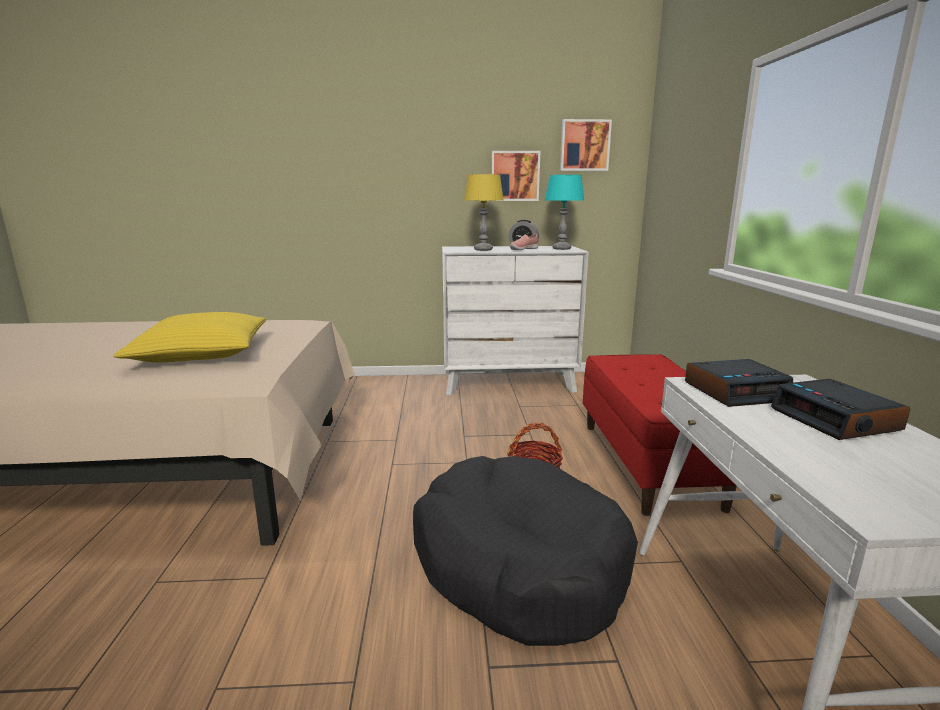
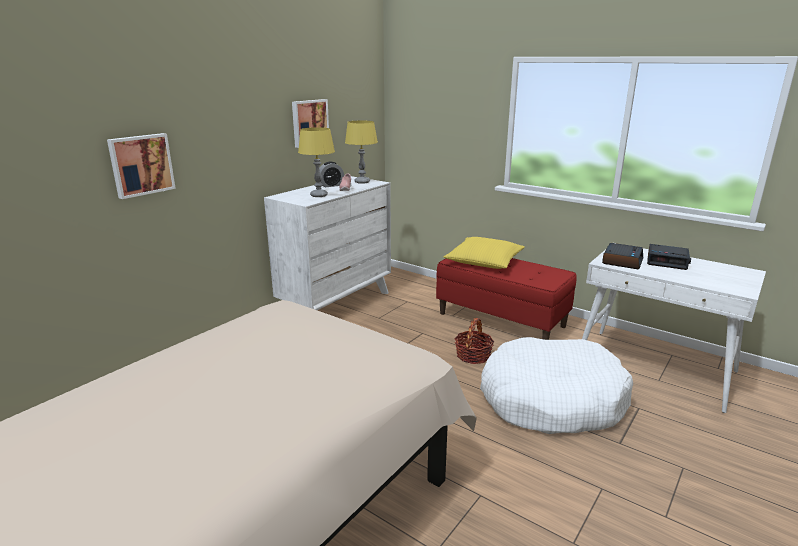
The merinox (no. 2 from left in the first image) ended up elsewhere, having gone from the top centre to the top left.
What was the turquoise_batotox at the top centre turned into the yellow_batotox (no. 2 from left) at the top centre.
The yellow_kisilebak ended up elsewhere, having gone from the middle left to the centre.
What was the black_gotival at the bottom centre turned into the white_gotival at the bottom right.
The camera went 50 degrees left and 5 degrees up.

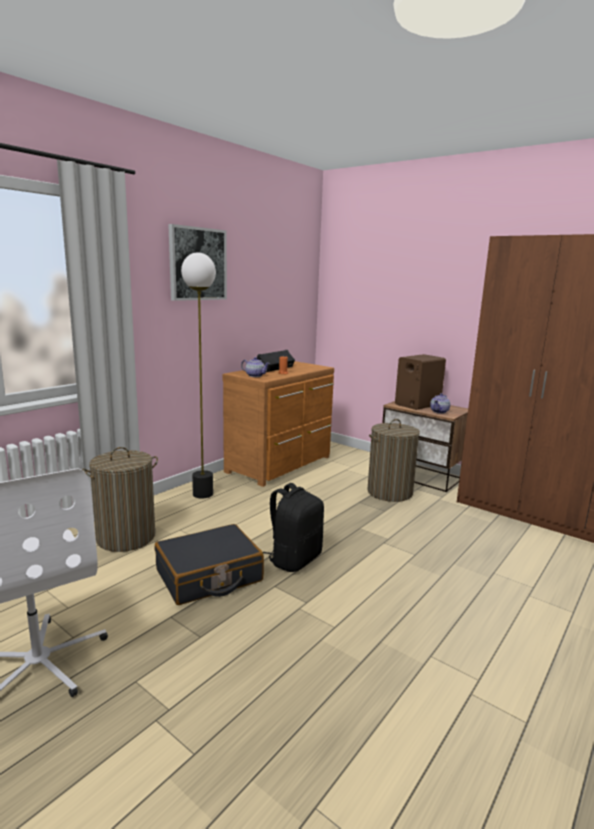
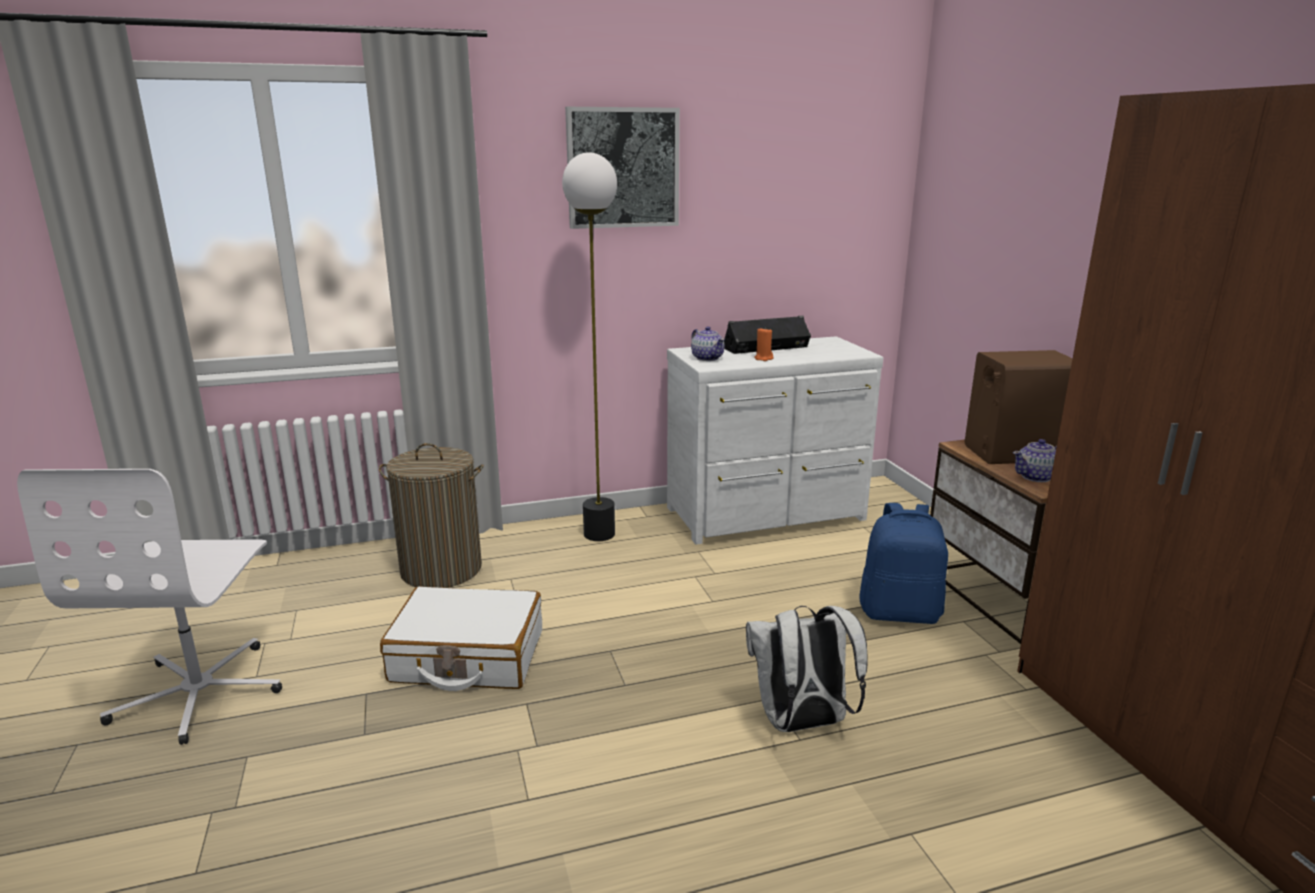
What was the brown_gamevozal at the centre turned into the white_gamevozal at the centre.
Where the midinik (no. 2 from left) stood at the centre, the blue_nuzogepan came to stand at the middle right.
The second view lost the black_nuzogepan at the centre.
What was the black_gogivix at the bottom centre turned into the white_gogivix at the bottom centre.
The second view gained the white_nuzogepan at the bottom centre.
The camera went 35 degrees right and 5 degrees up.

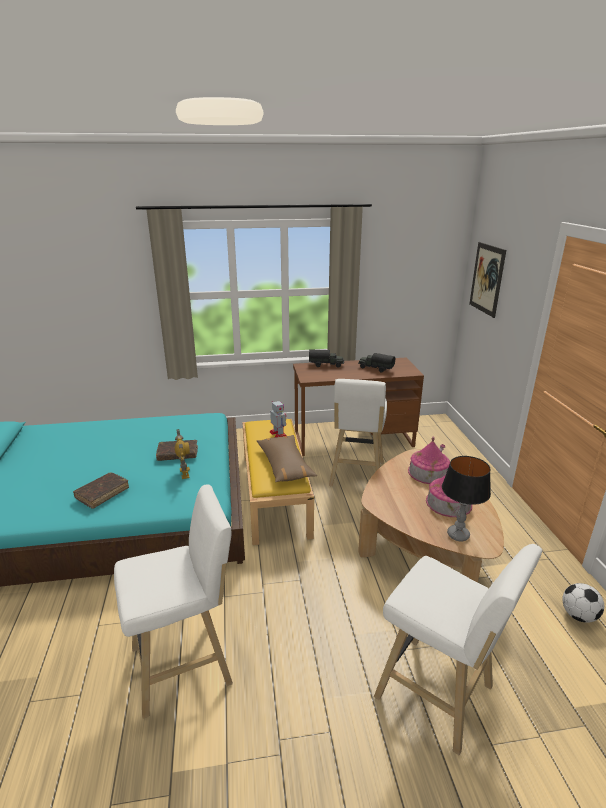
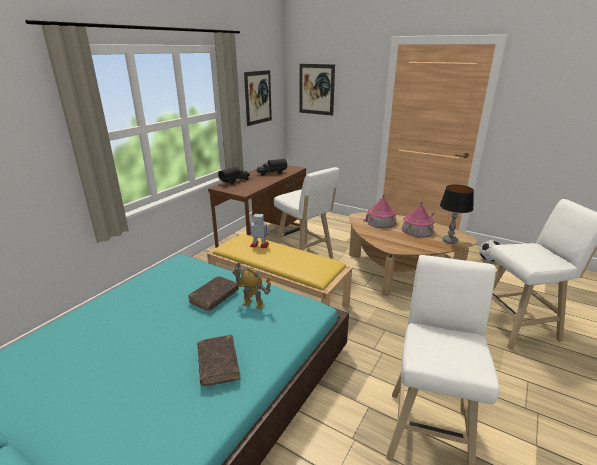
The second view lost the brown_kisilebak at the centre.
The second view gained the merinox (no. 1 from left) at the top centre.
The camera went 50 degrees left and 0 degrees up.

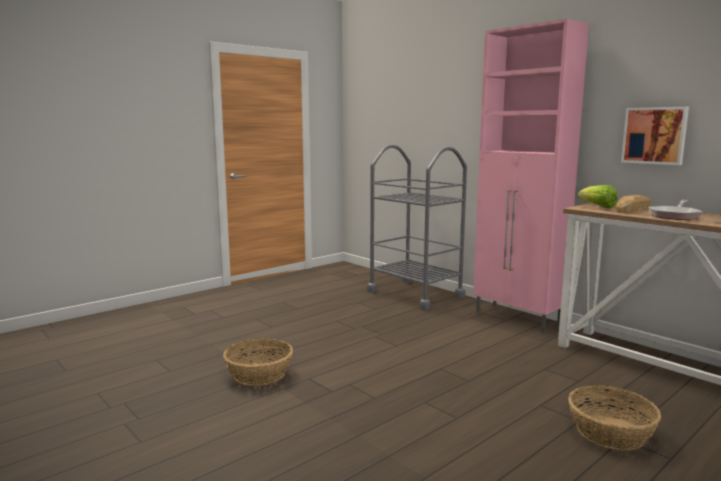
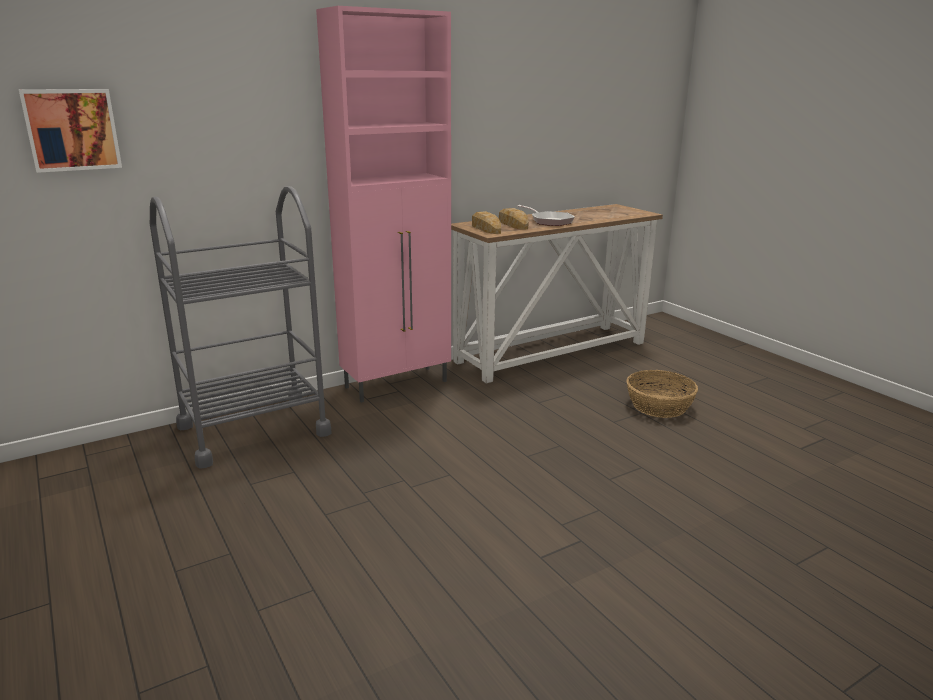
The merinox ended up elsewhere, having gone from the top right to the top left.
Where the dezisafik stood at the middle right, the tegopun (no. 1 from left) came to stand at the top centre.
The second view lost the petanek (no. 1 from left) at the bottom centre.
The camera went 80 degrees left and 10 degrees up.

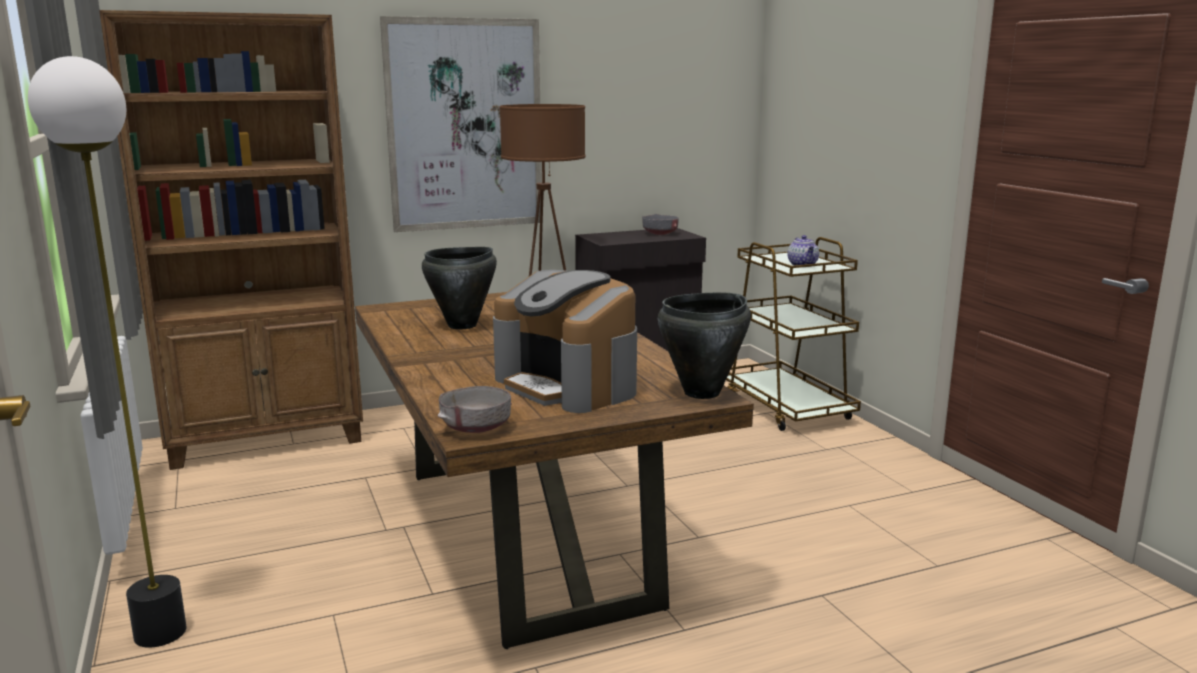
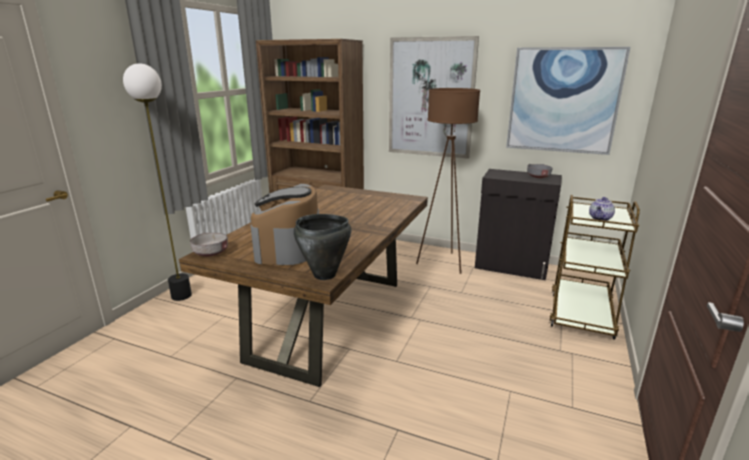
The second view lost the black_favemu (no. 1 from left) at the centre.
The second view gained the merinox (no. 2 from left) at the top right.
The camera went 45 degrees right and 5 degrees up.

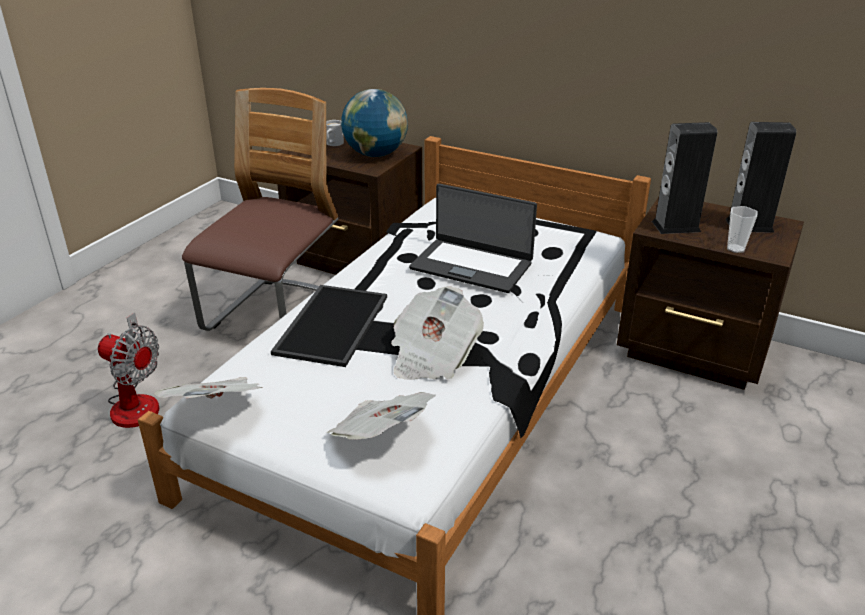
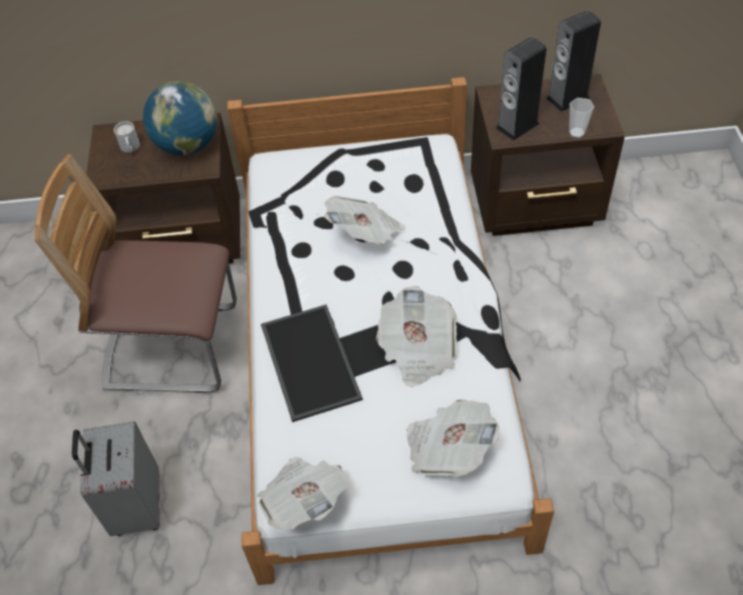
The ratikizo at the middle left ended up facing another way, 75 degrees counterclockwise from before.
Where the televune stood at the centre, the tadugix (no. 2 from left) came to stand at the centre.
Where the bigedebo stood at the middle left, the grey_gogivix came to stand at the bottom left.
The camera went 30 degrees left and 20 degrees up.

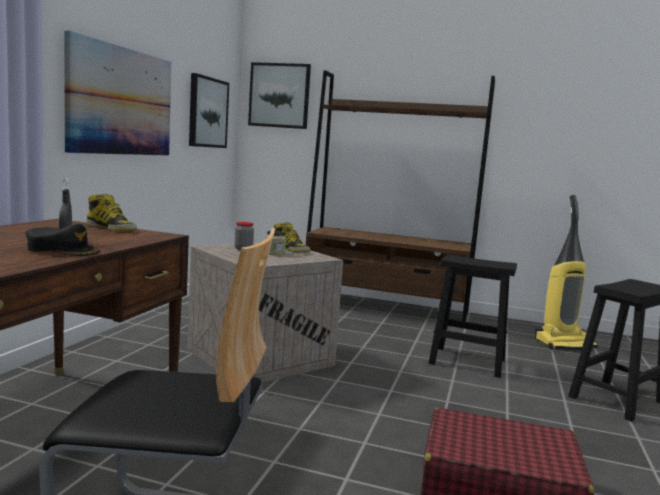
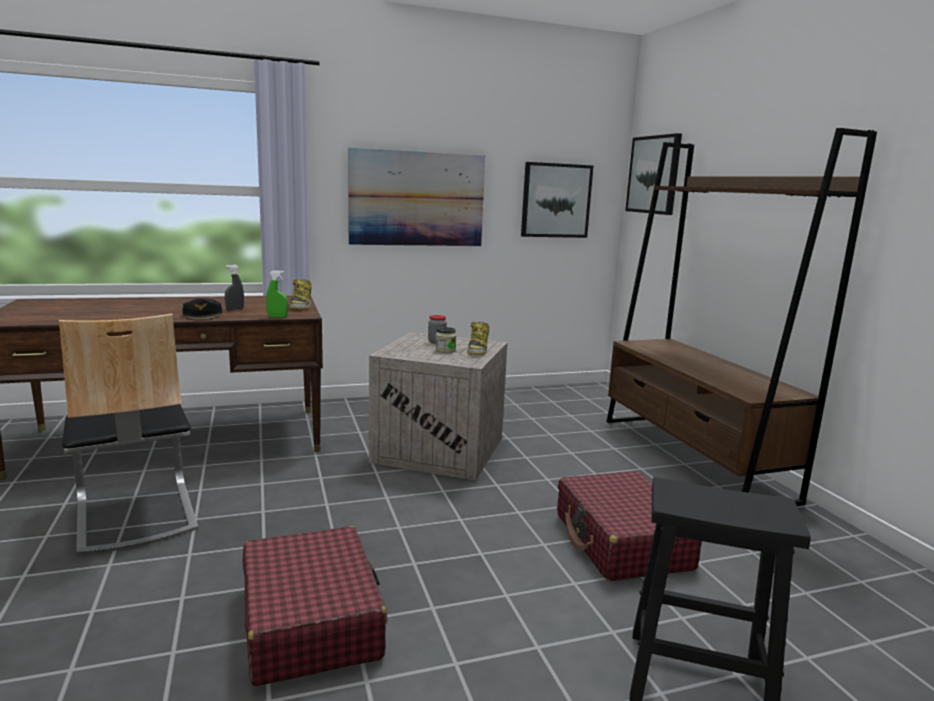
The second view lost the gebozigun at the middle right.
Where the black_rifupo (no. 1 from left) stood at the middle right, the red_gogivix (no. 2 from left) came to stand at the bottom right.
The second view gained the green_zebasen at the middle left.
The camera went 55 degrees right and 5 degrees up.

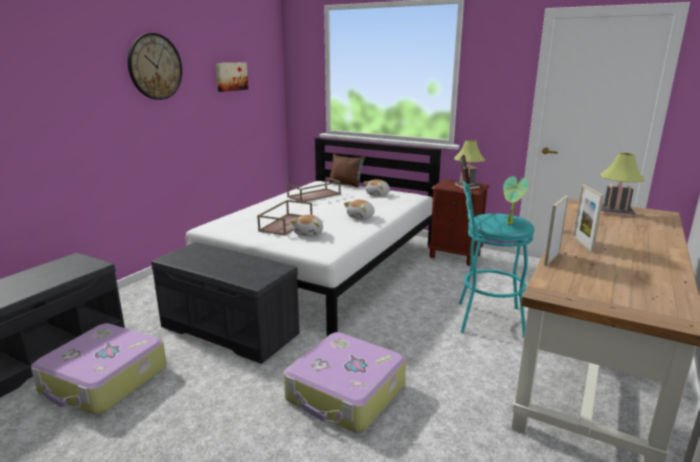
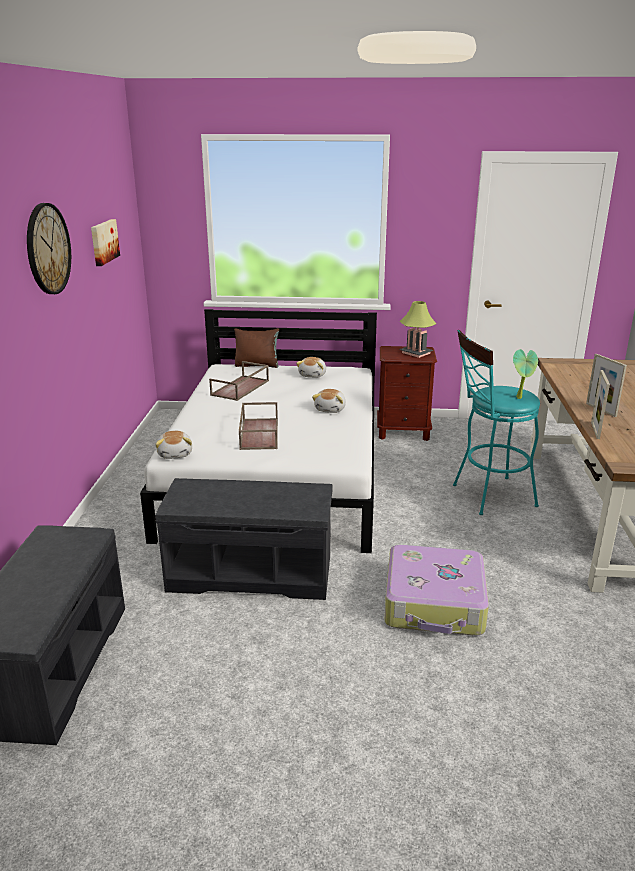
The second view lost the batotox (no. 2 from left) at the middle right.
The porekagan (no. 1 from left) ended up elsewhere, having gone from the centre to the middle left.
The second view lost the gogivix (no. 1 from left) at the bottom left.
The camera went 25 degrees left and 5 degrees up.

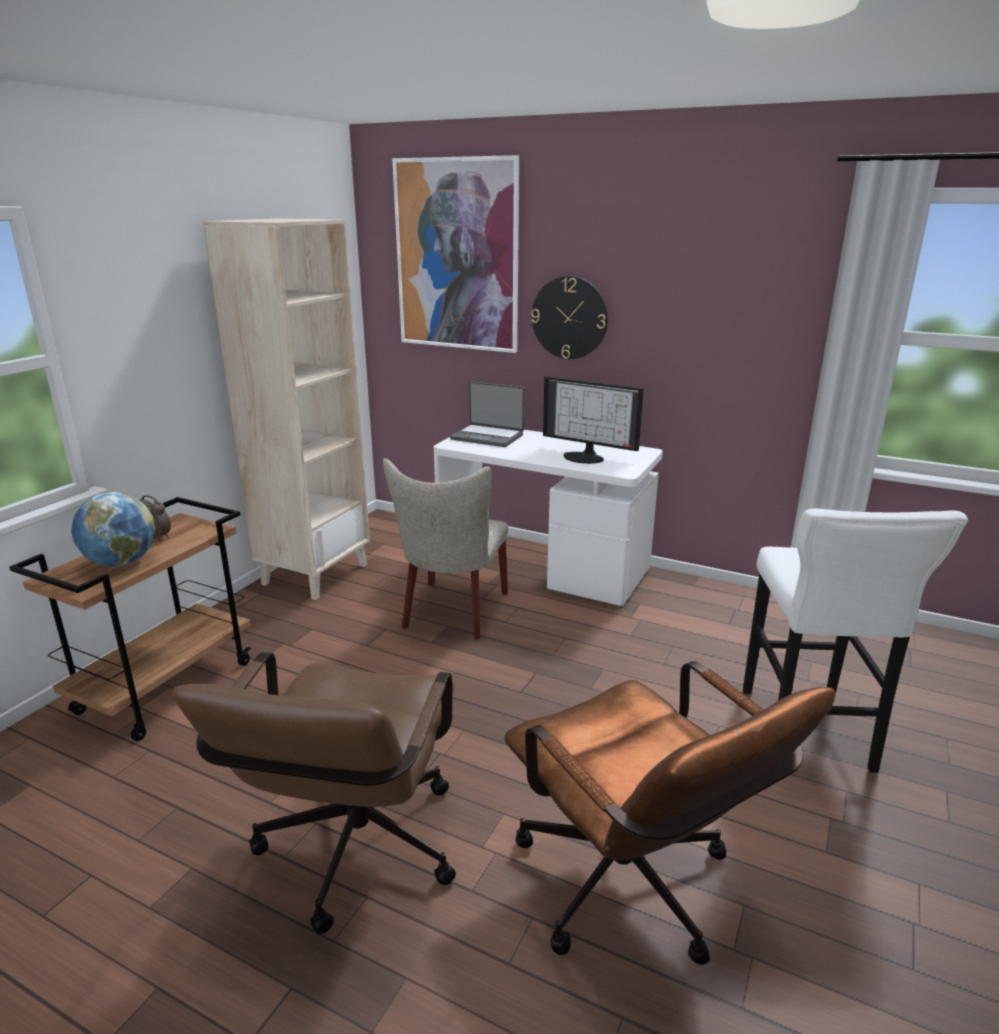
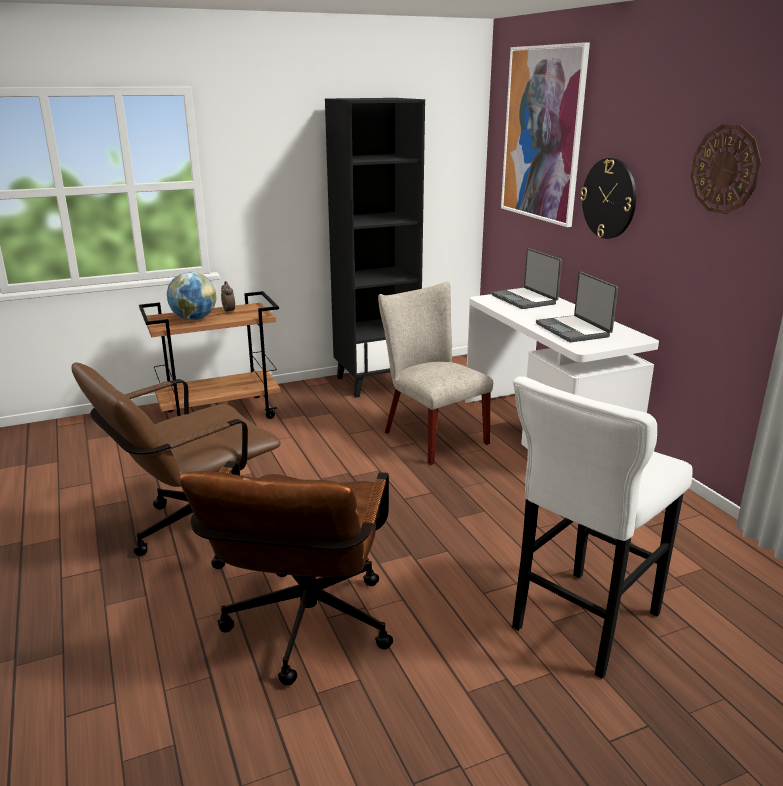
What was the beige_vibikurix at the middle left turned into the black_vibikurix at the top centre.
Where the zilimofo stood at the centre, the televune (no. 2 from left) came to stand at the middle right.
The beige_ratikizo at the centre ended up facing another way, 90 degrees clockwise from before.
The second view gained the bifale (no. 2 from left) at the top right.
The camera went 40 degrees right and 0 degrees up.

